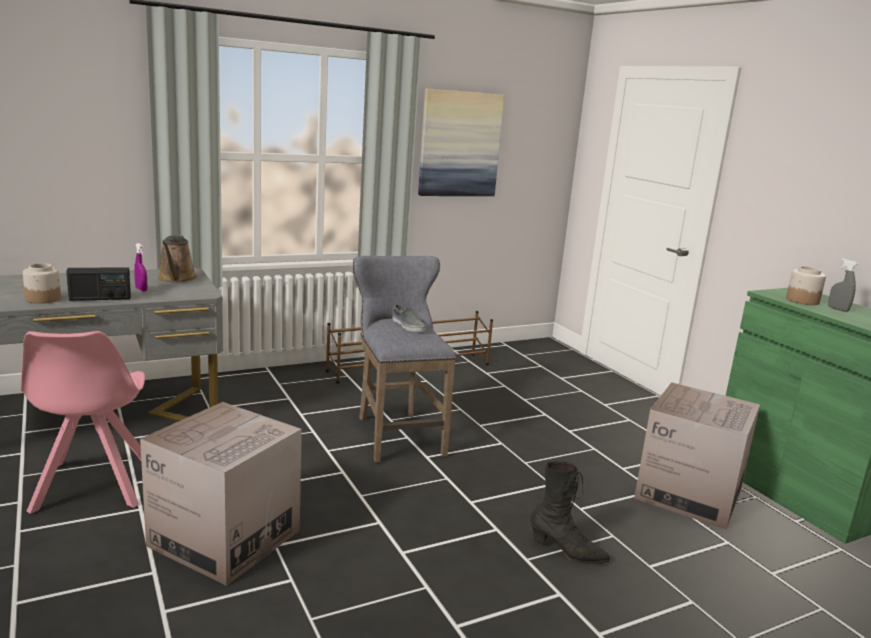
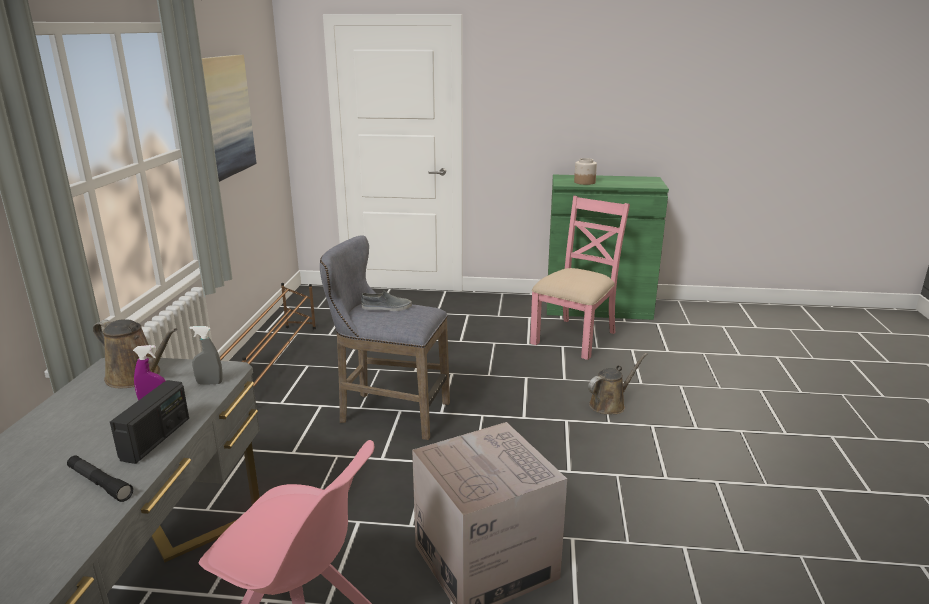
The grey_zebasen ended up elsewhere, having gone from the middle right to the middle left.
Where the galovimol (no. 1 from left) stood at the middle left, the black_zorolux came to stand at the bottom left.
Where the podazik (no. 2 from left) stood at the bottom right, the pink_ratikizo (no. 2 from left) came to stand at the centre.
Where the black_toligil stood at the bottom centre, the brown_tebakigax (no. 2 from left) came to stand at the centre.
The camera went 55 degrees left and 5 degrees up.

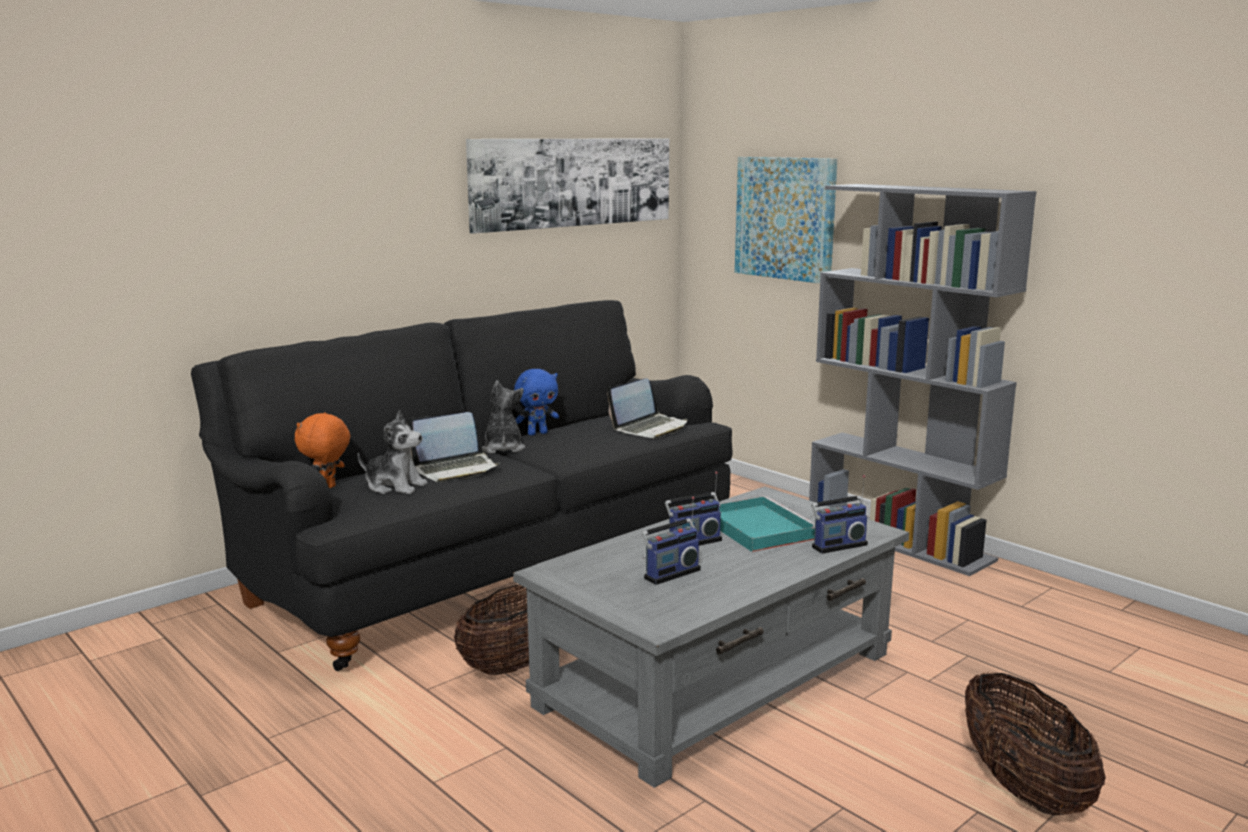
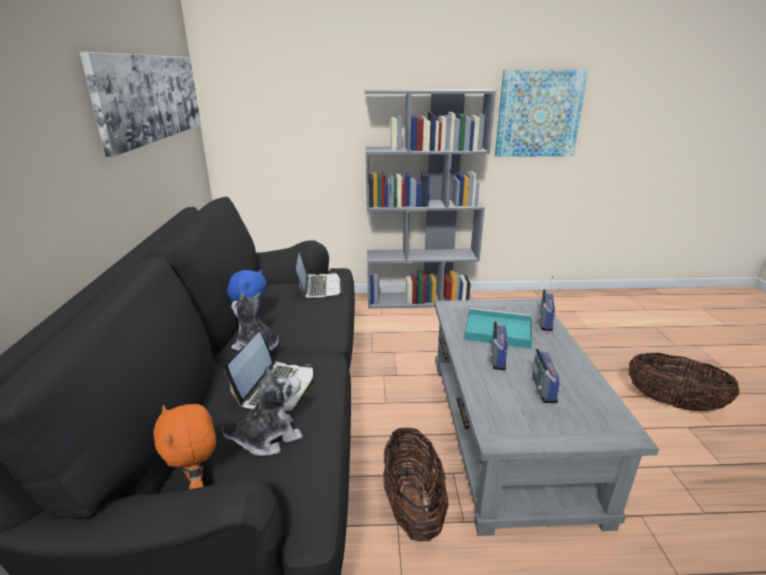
The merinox (no. 2 from left) ended up elsewhere, having gone from the top centre to the top right.
The camera went 50 degrees left and 10 degrees up.

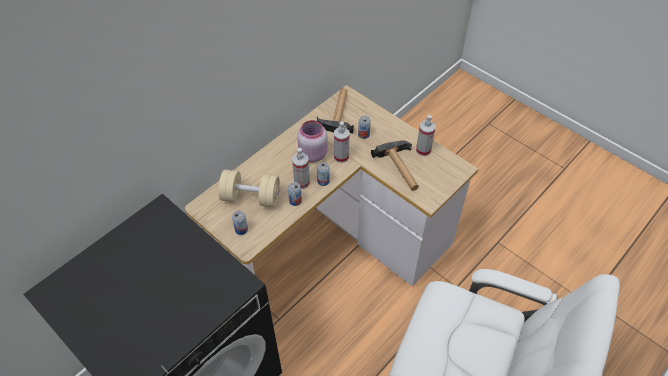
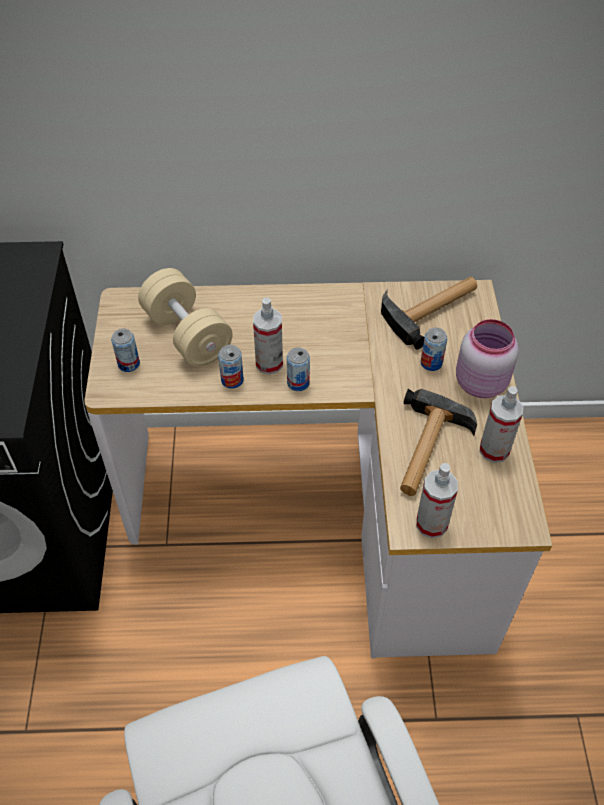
The pink_galovimol ended up elsewhere, having gone from the centre to the middle right.
The zebasen (no. 2 from left) ended up elsewhere, having gone from the centre to the middle right.
The camera went 45 degrees right and 0 degrees up.

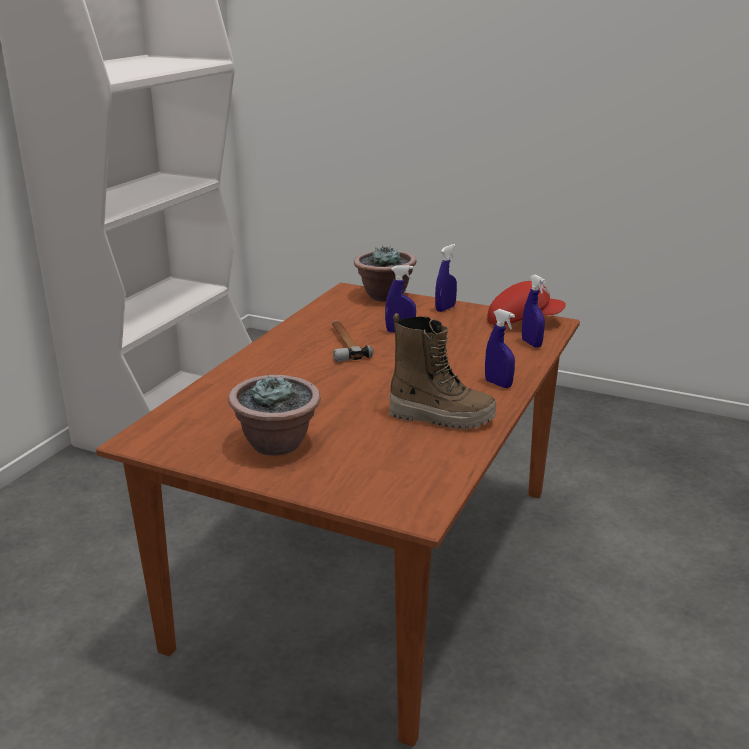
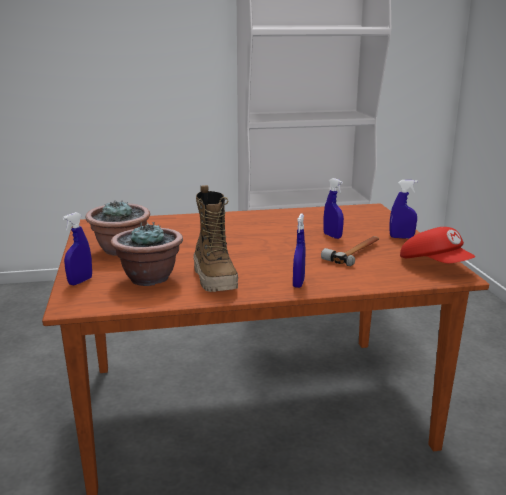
The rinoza (no. 2 from left) ended up elsewhere, having gone from the centre to the middle left.
The blue_zebasen (no. 4 from left in the first image) ended up elsewhere, having gone from the middle right to the middle left.
The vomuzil ended up elsewhere, having gone from the centre to the middle right.
The camera went 55 degrees right and 5 degrees down.

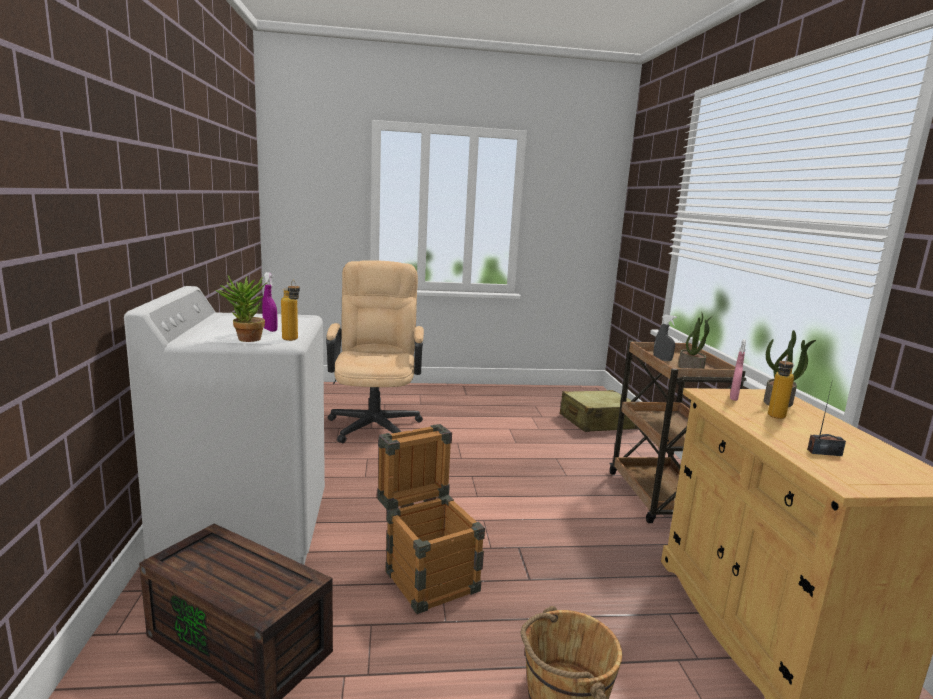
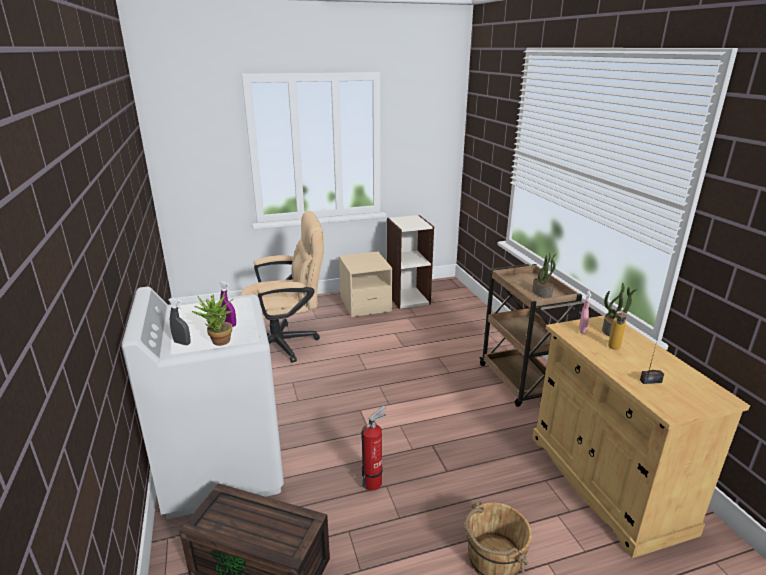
The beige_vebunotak at the centre ended up facing another way, 90 degrees clockwise from before.
The second view lost the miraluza (no. 1 from left) at the middle left.
The grey_zebasen ended up elsewhere, having gone from the middle right to the middle left.
The second view lost the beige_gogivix at the centre.
Where the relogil stood at the bottom centre, the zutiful came to stand at the bottom centre.
The second view gained the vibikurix at the centre.
The second view gained the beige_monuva at the centre.
The camera went 10 degrees left and 10 degrees up.

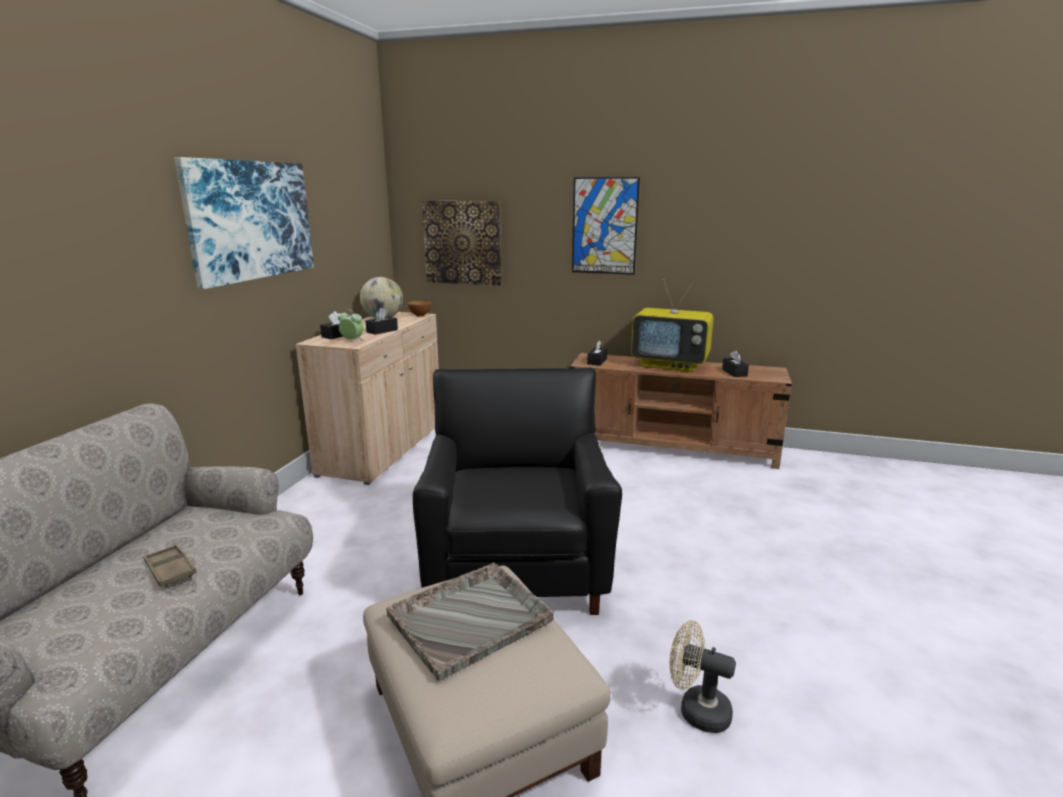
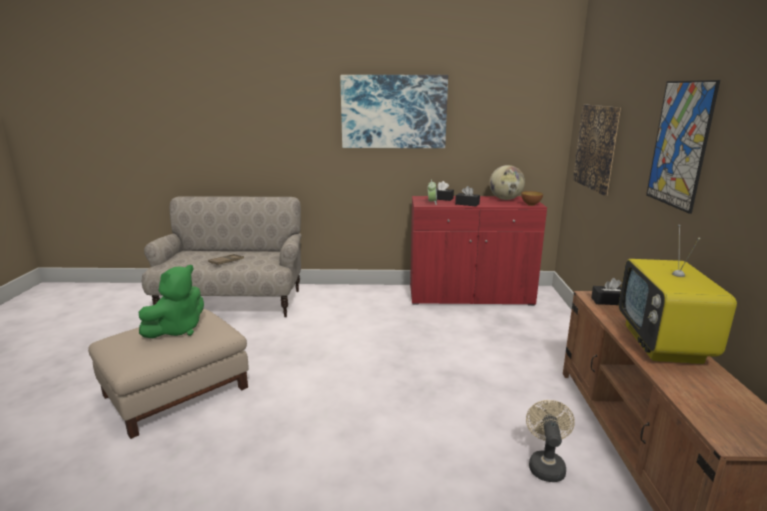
What was the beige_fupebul at the centre turned into the red_fupebul at the centre.
The second view lost the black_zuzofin (no. 4 from left) at the middle right.
The second view lost the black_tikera at the centre.
Where the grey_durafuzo stood at the bottom centre, the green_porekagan came to stand at the middle left.
The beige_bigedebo ended up elsewhere, having gone from the bottom centre to the bottom right.
The camera went 75 degrees right and 0 degrees up.

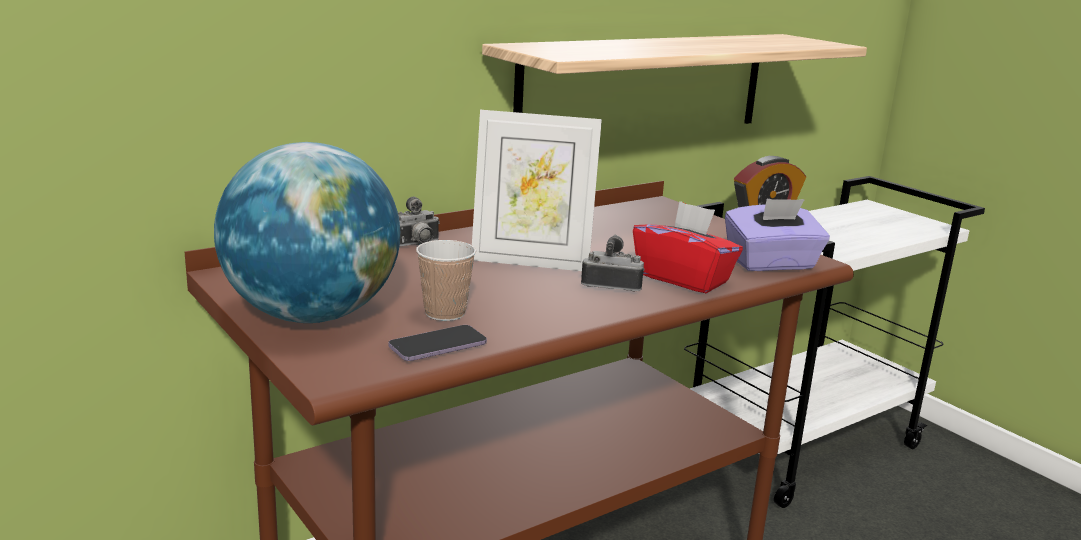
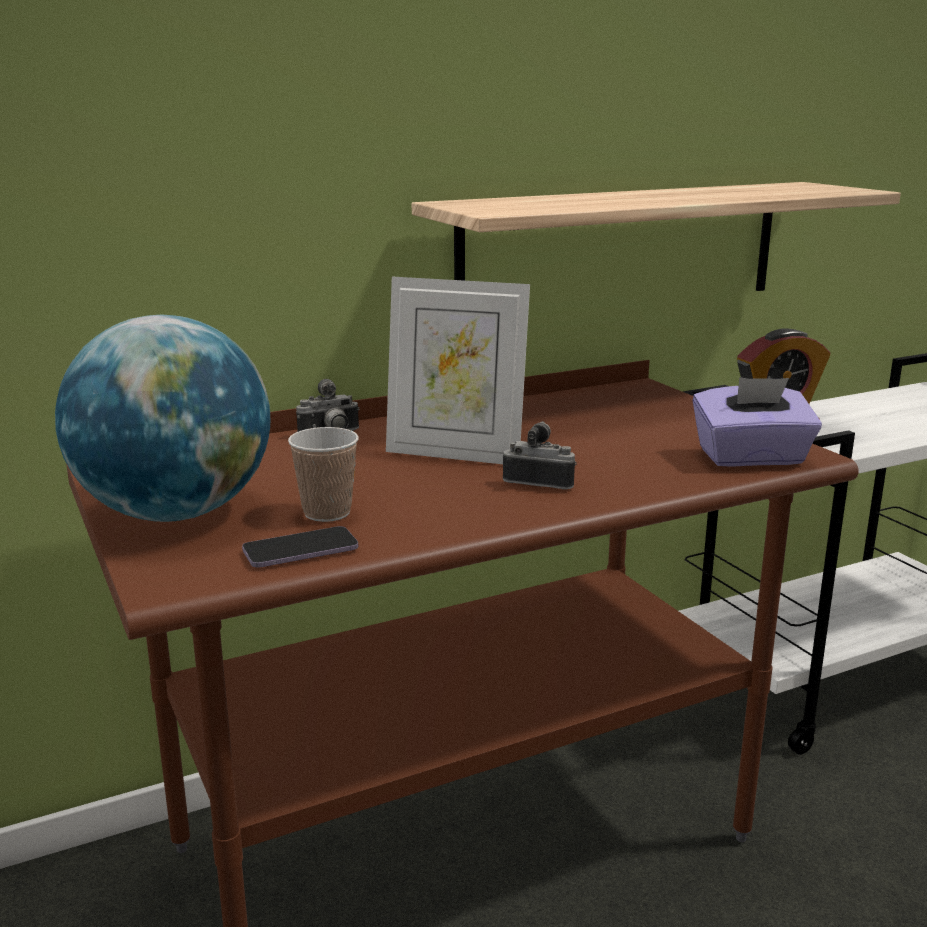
The second view lost the red_zuzofin at the centre.
The camera went 10 degrees right and 0 degrees up.

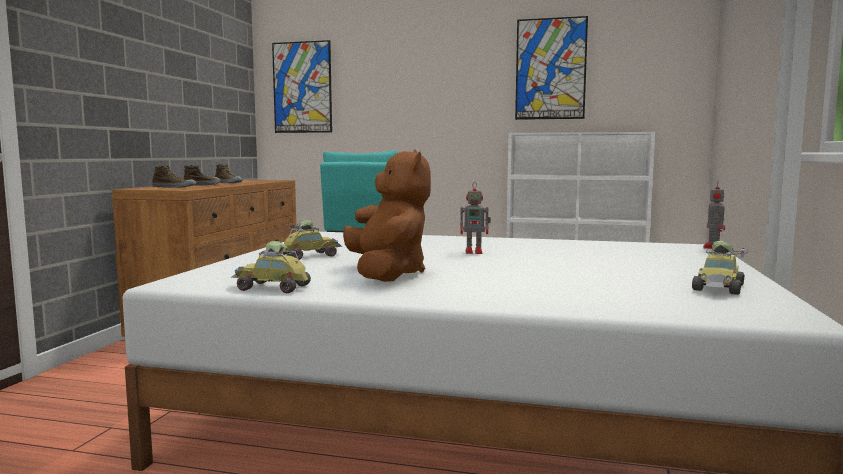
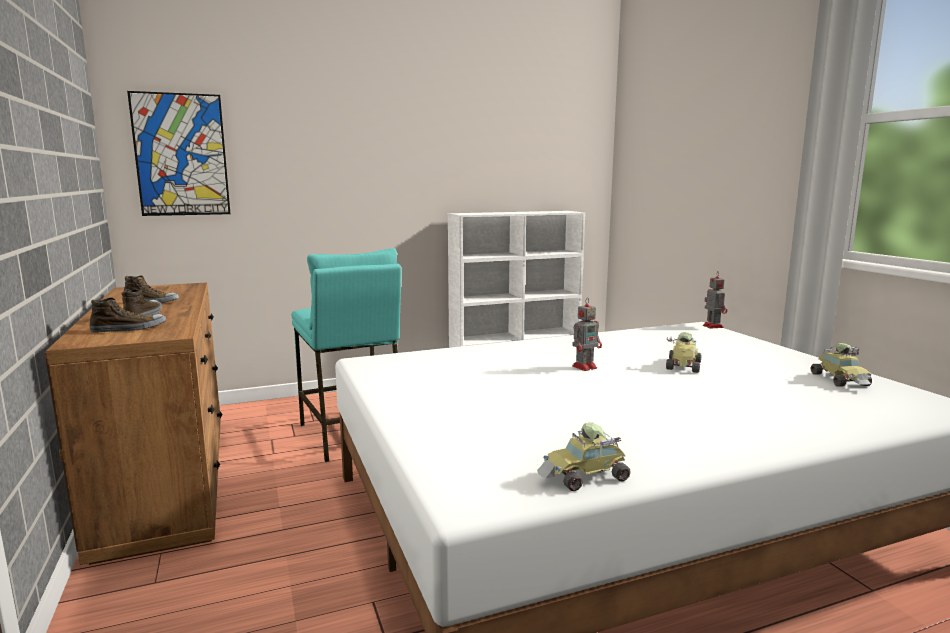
The second view lost the merinox (no. 2 from left) at the top centre.
The second view lost the brown_porekagan at the centre.
The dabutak (no. 2 from left) ended up elsewhere, having gone from the centre to the middle right.
The camera went 35 degrees left and 5 degrees up.

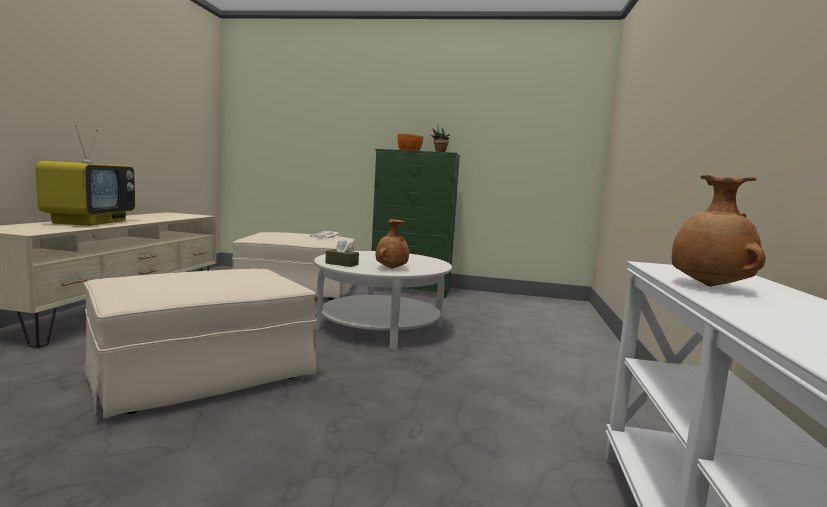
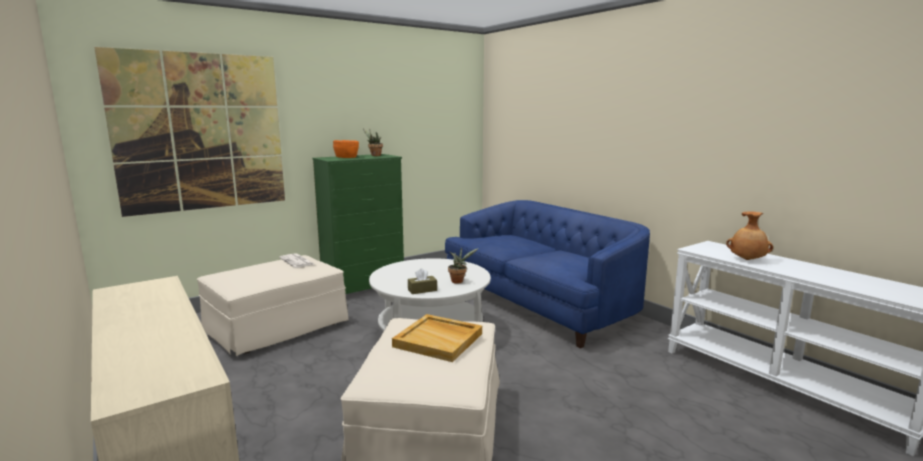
The second view lost the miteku at the middle left.
Where the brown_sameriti (no. 1 from left) stood at the centre, the rinoza (no. 2 from left) came to stand at the centre.
The second view gained the merinox at the top left.
The second view gained the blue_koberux at the centre.
The second view gained the beige_durafuzo at the bottom centre.
The camera went 45 degrees left and 5 degrees up.

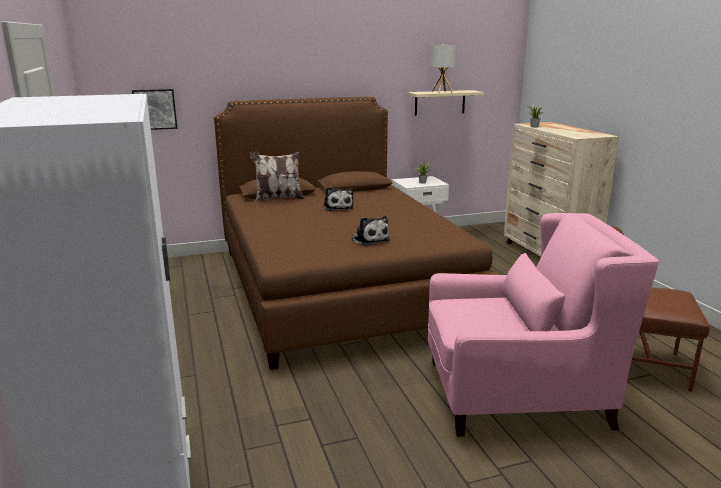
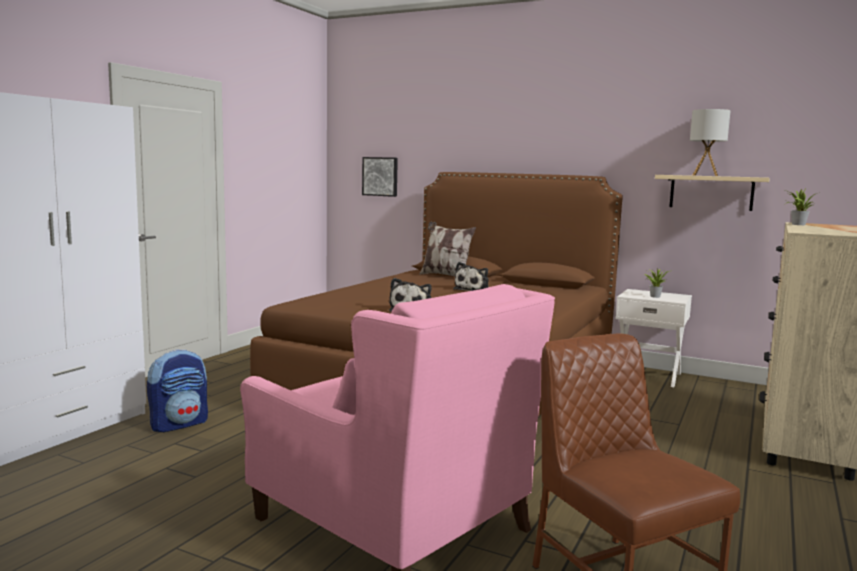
The second view gained the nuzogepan at the bottom left.
The camera went 45 degrees right and 10 degrees down.

